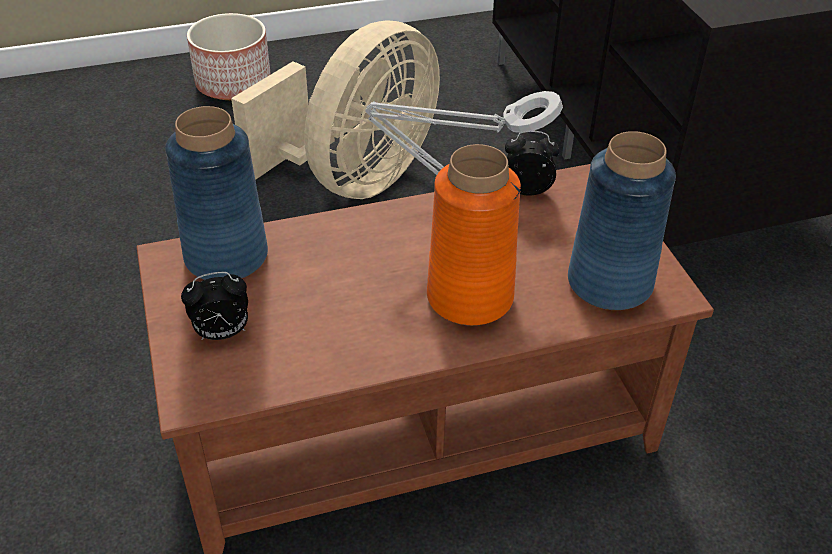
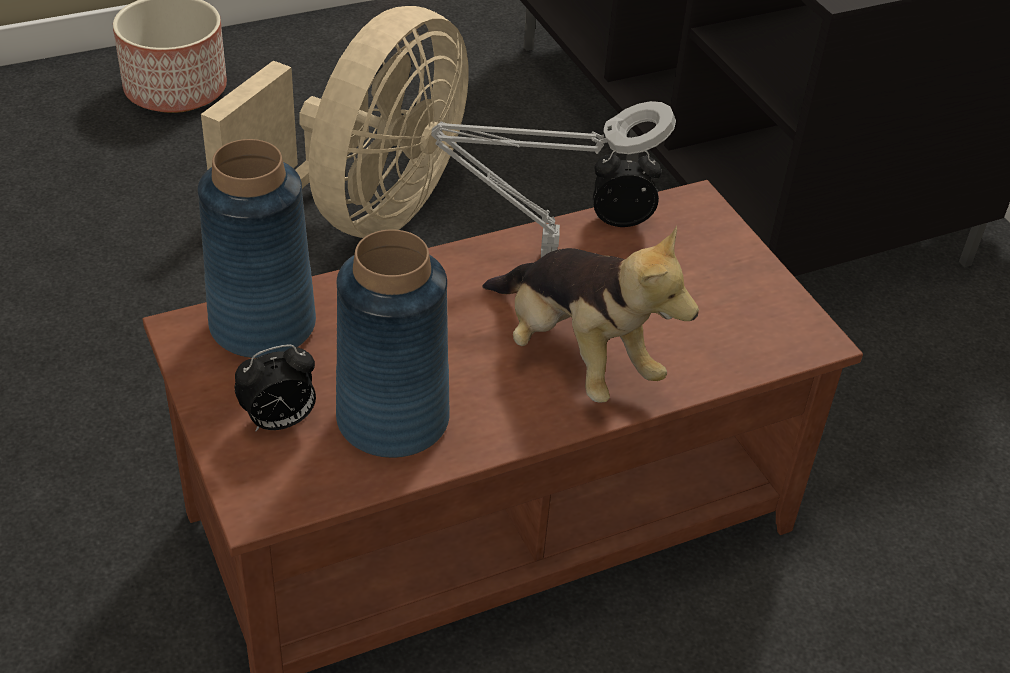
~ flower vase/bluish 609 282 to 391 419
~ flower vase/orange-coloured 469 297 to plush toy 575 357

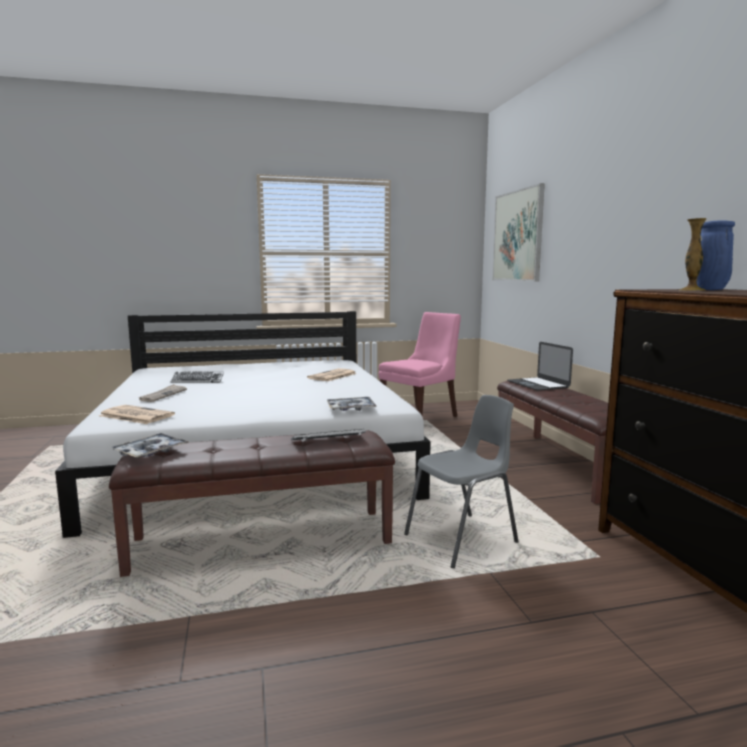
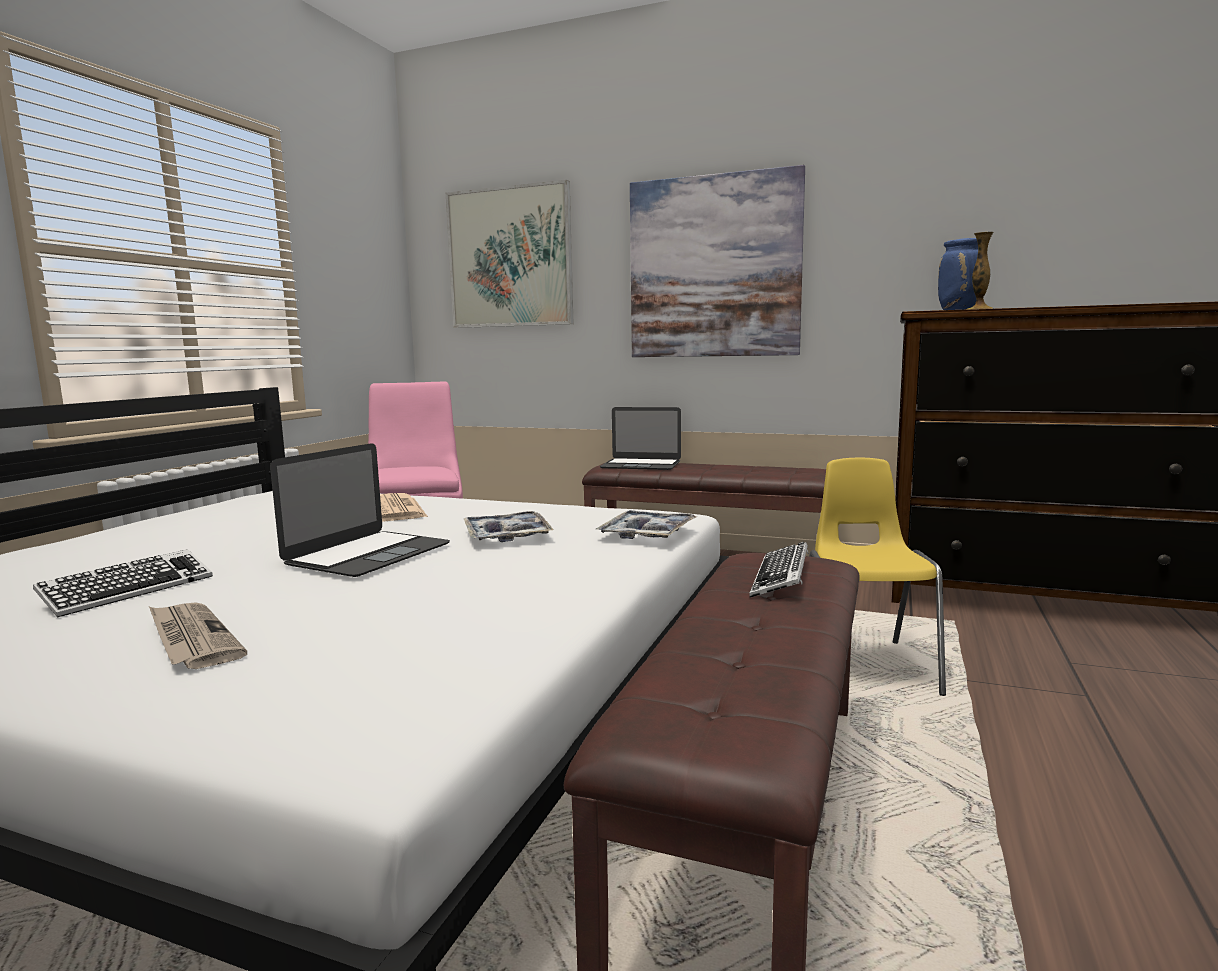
+ notebook computer 368 553
~ tray 150 452 to 507 536
+ wall art 714 267
~ chair/greyish 462 539 to chair/yellowish 866 666
- printed paper 135 415

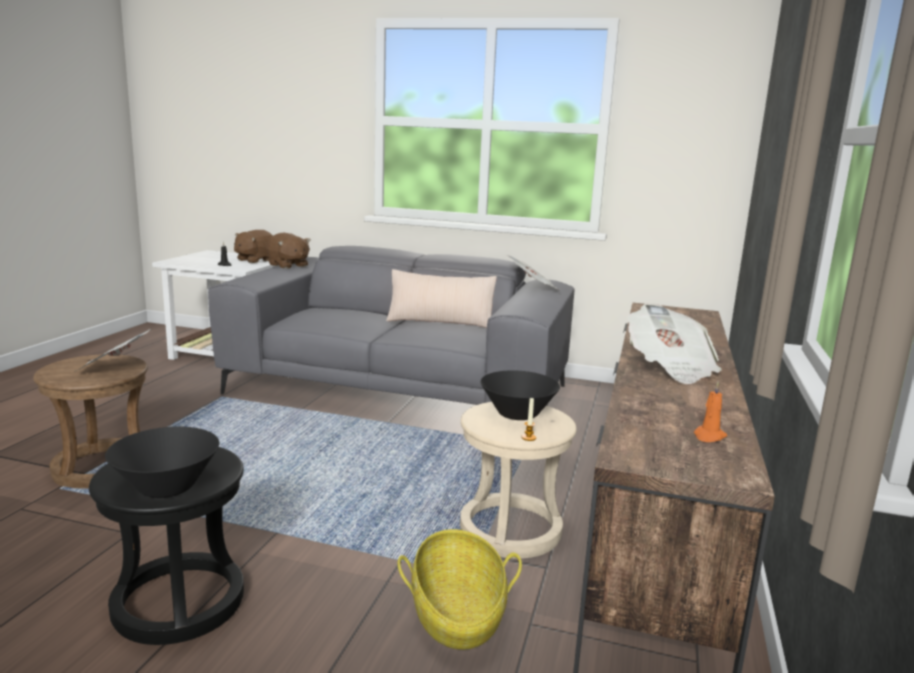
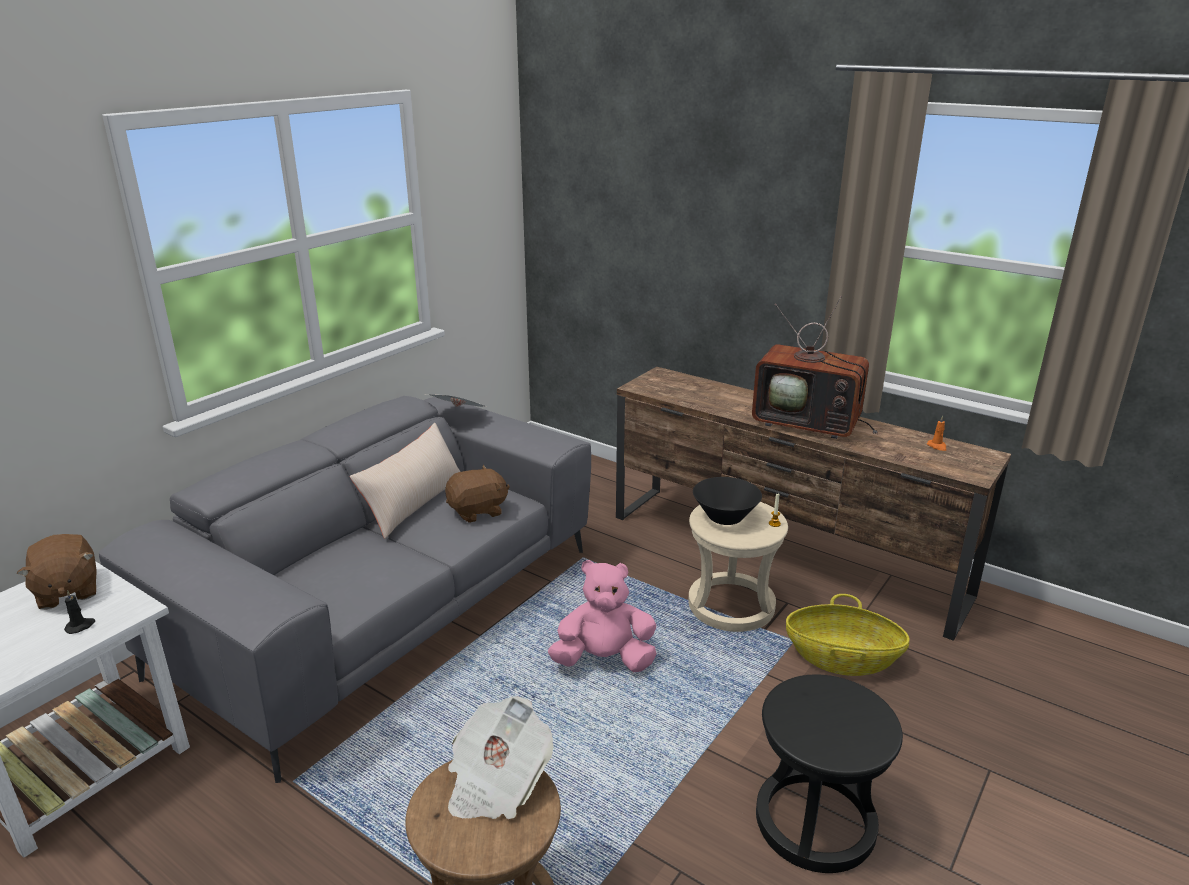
~ plush toy/brownish 288 265 to 478 511
+ plush toy/pink 604 660
~ printed paper 670 368 to television 810 423
- serving bowl/blackish 167 487

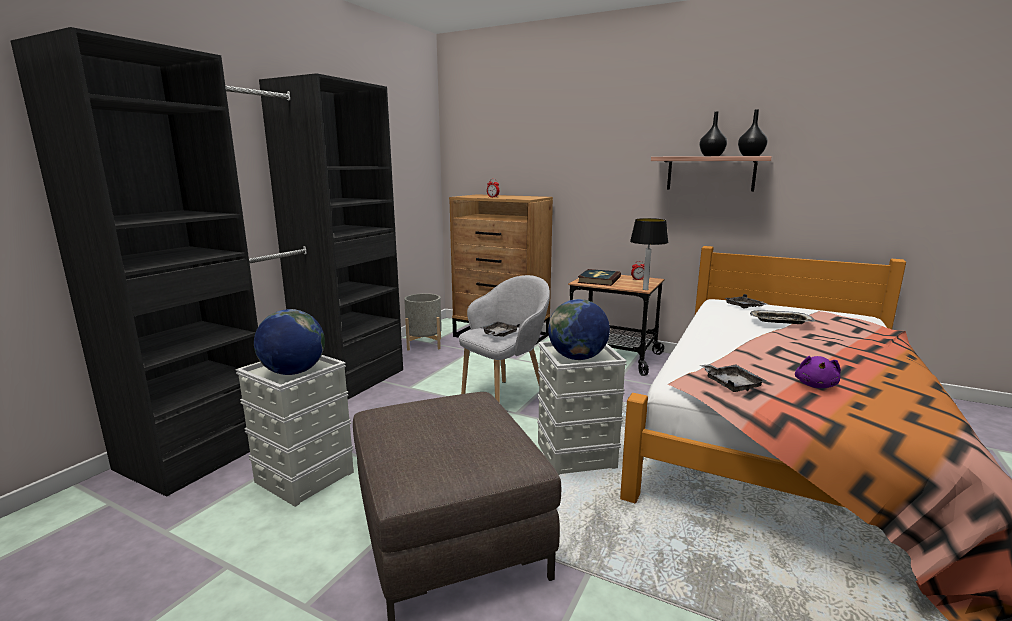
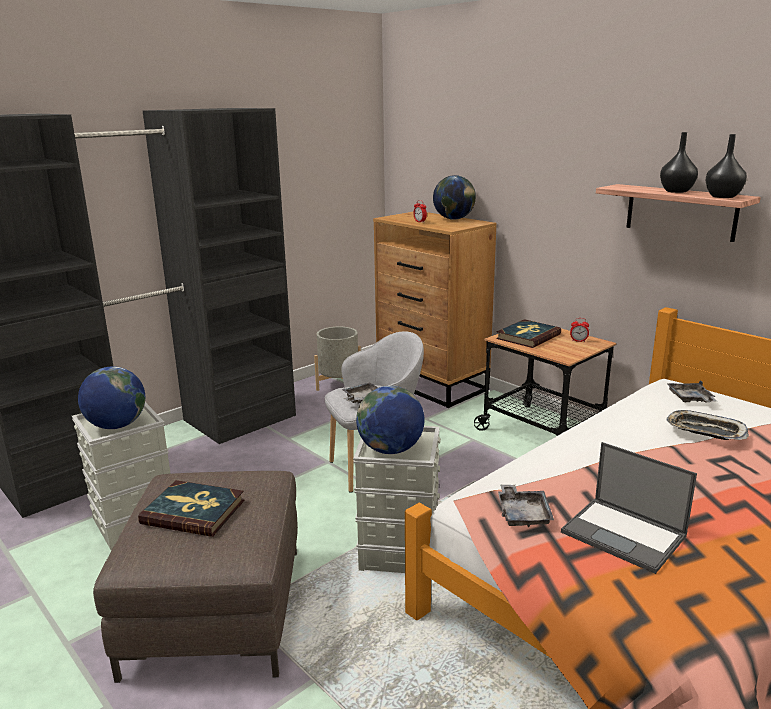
+ bound book 194 512
+ globe 454 219
~ plush toy/purplish 815 385 to notebook computer 625 534
- lamp for a table 645 289

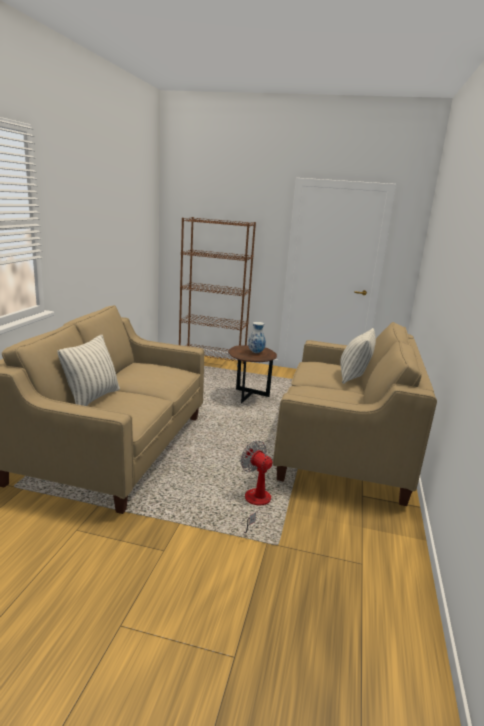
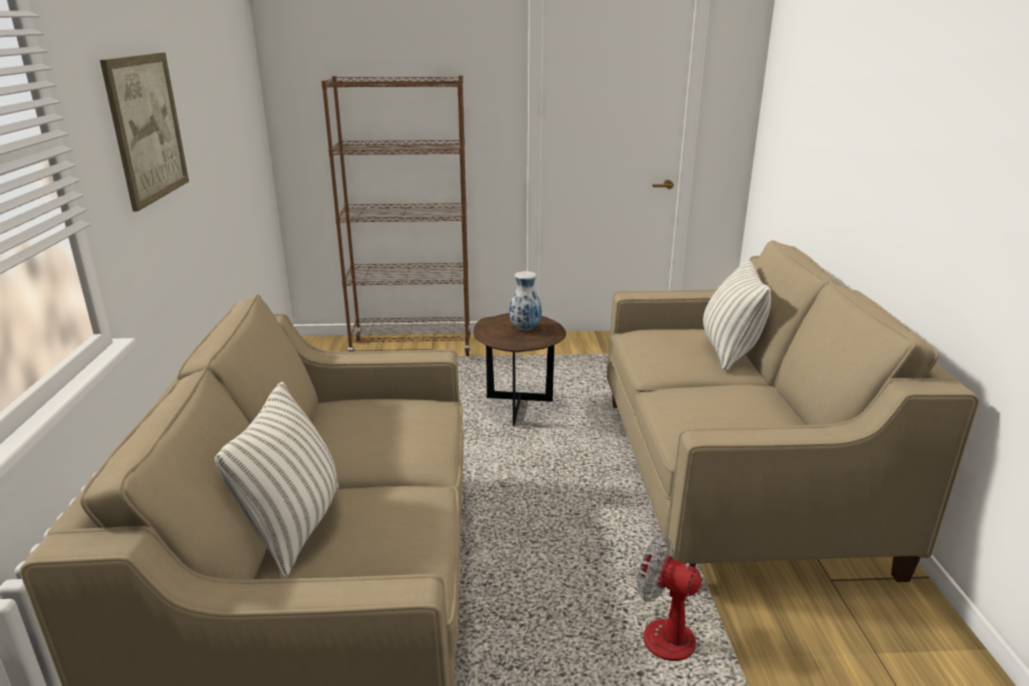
+ wall art 147 128

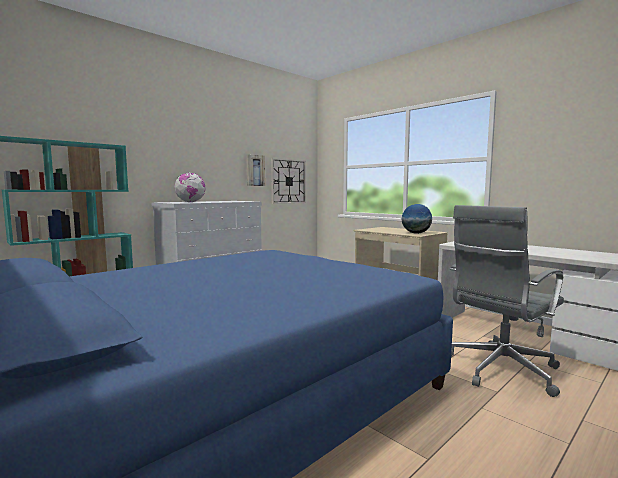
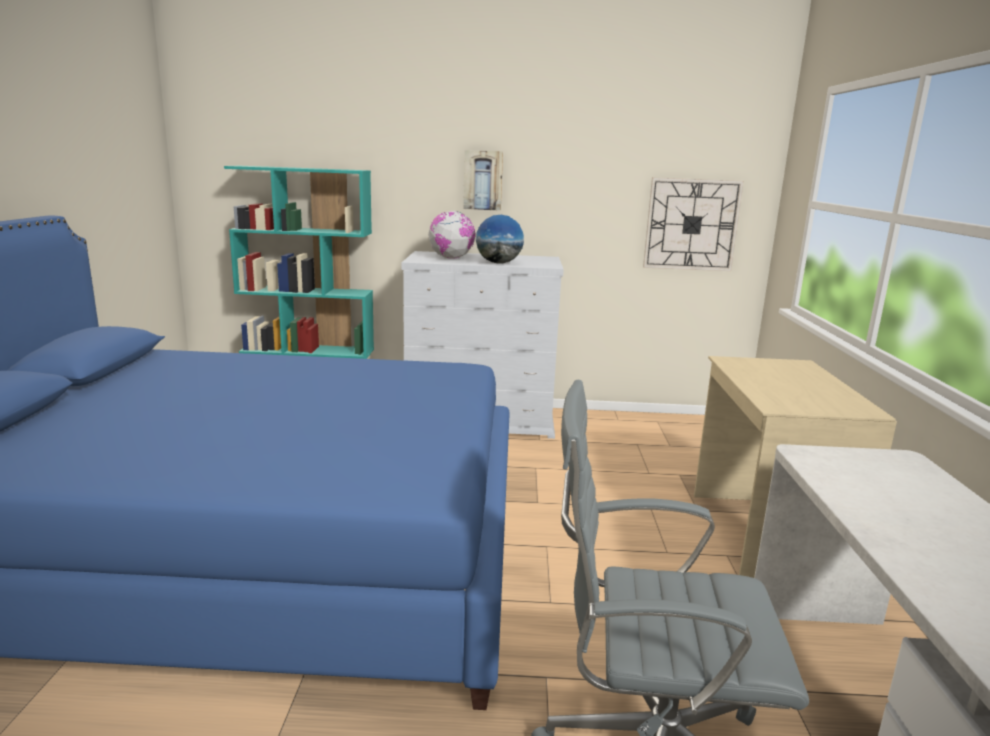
~ wall art 255 170 to 483 180
~ globe 416 233 to 499 263

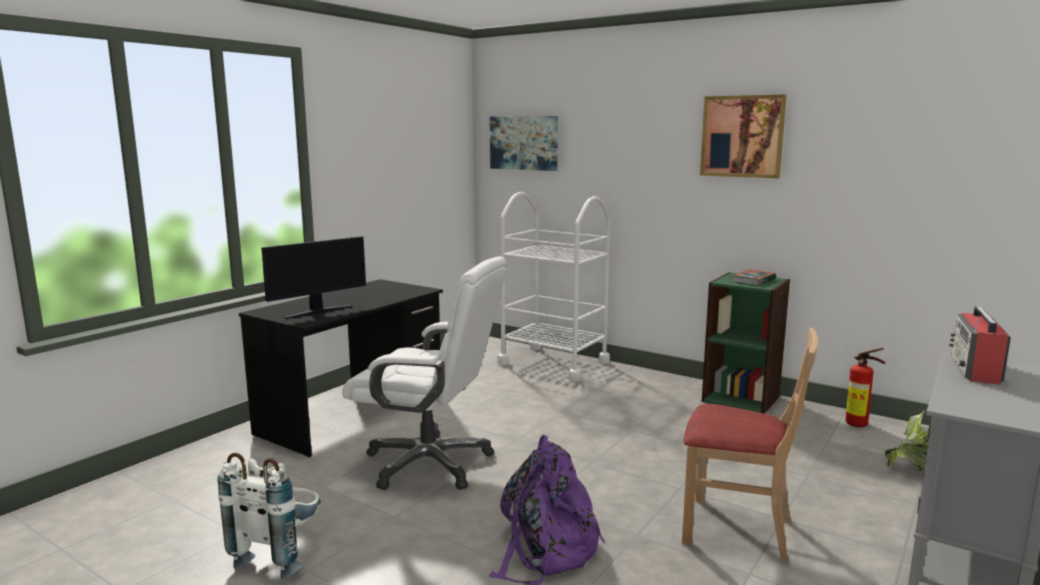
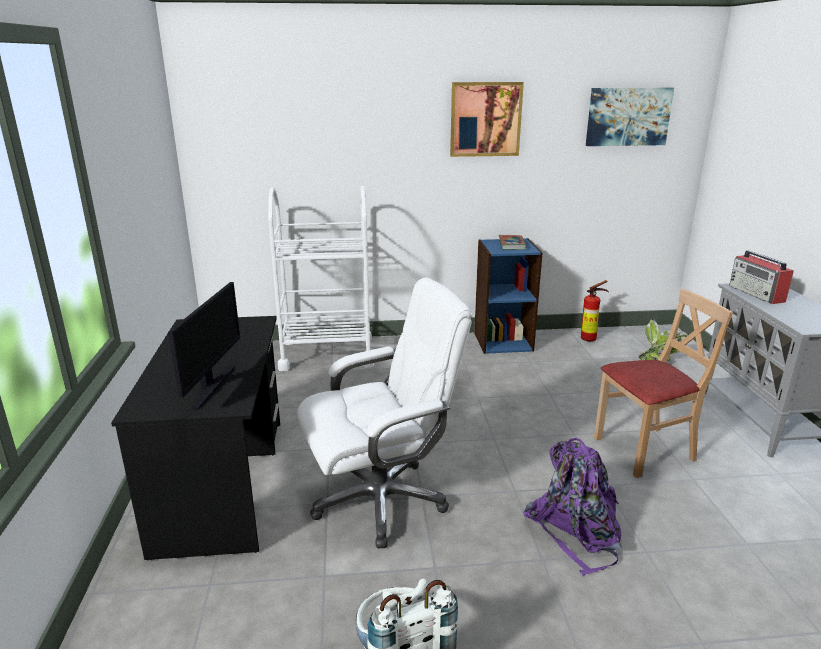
~ shelving unit/green 741 398 to shelving unit/bluish 503 341
~ wall art 524 143 to 628 116

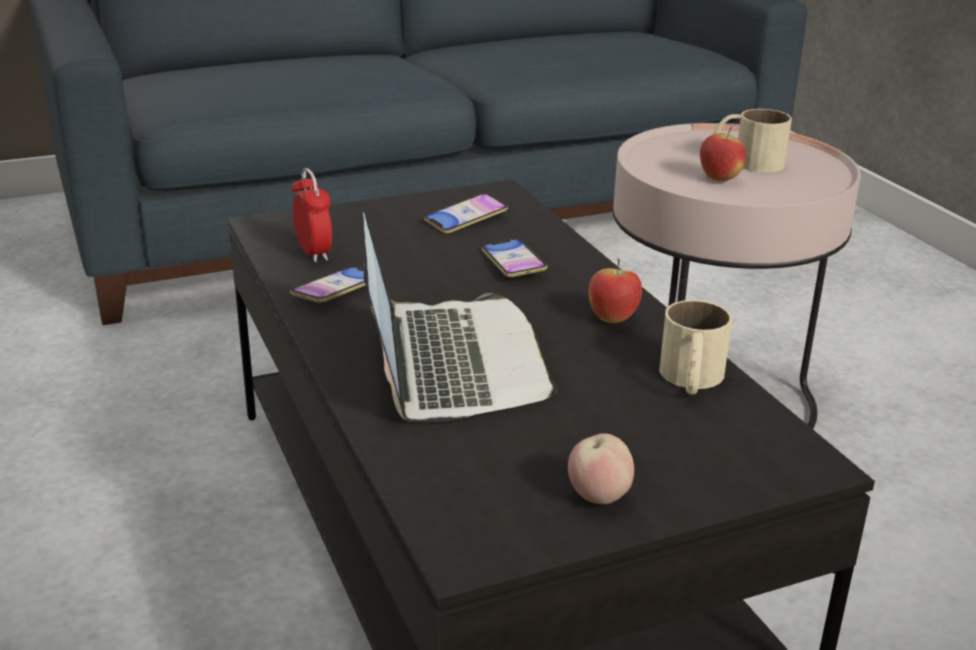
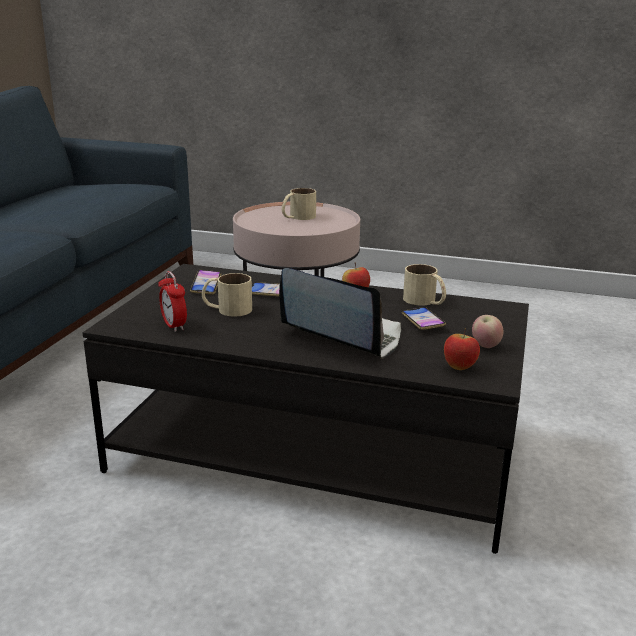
~ table clock 314 253 = 174 326 135 degrees counterclockwise
+ mug/sand-coloured 227 309
~ telephone 337 291 to 422 322
~ whole apple 719 179 to 459 368

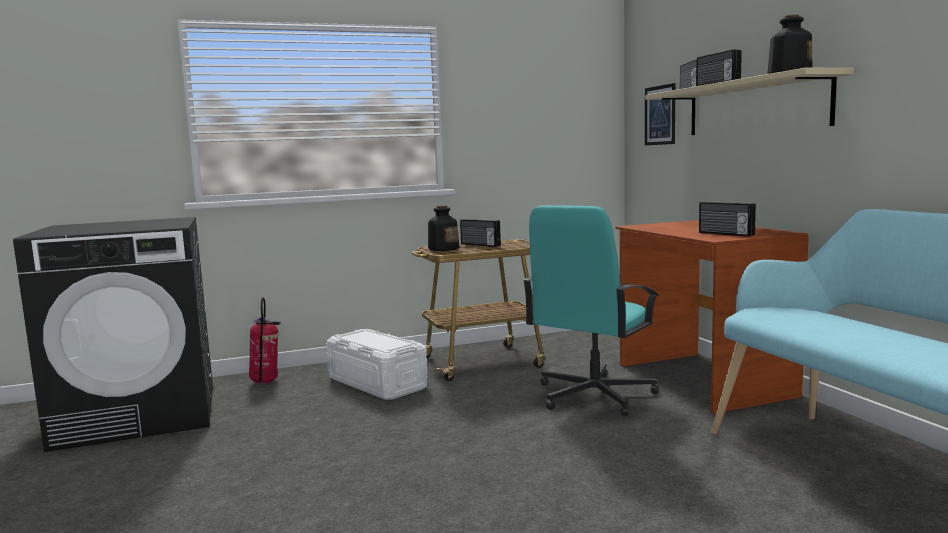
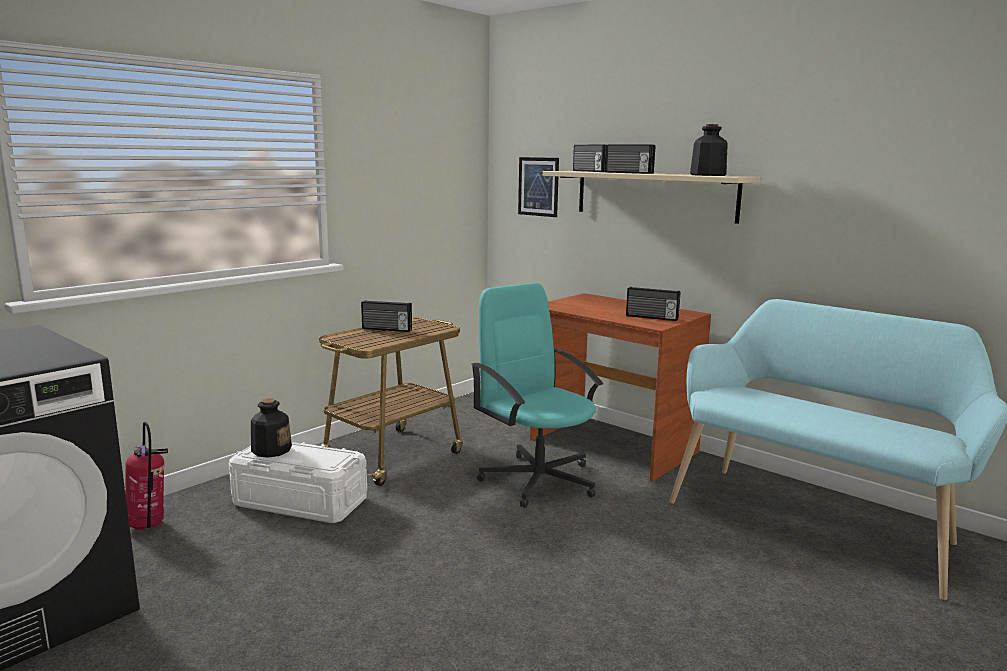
~ bottle 443 248 to 271 450
~ desk chair/blue-green 593 395 = 538 479 135 degrees clockwise

